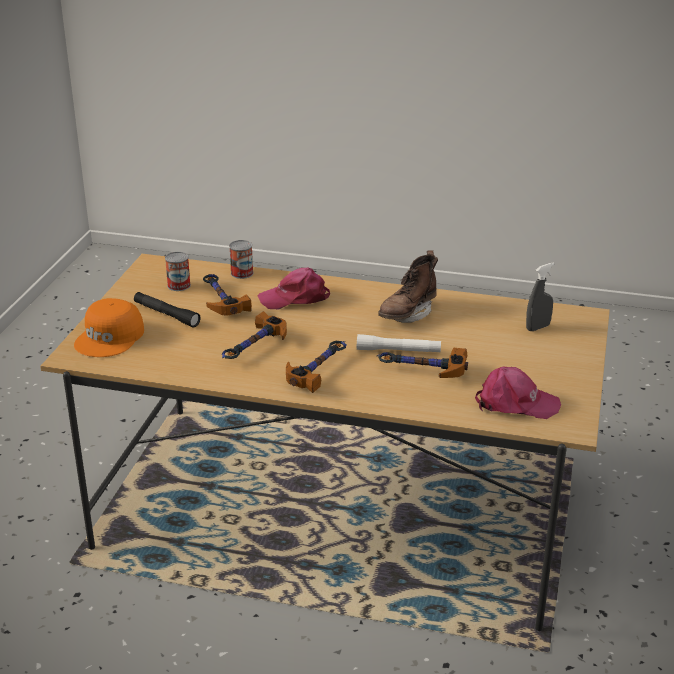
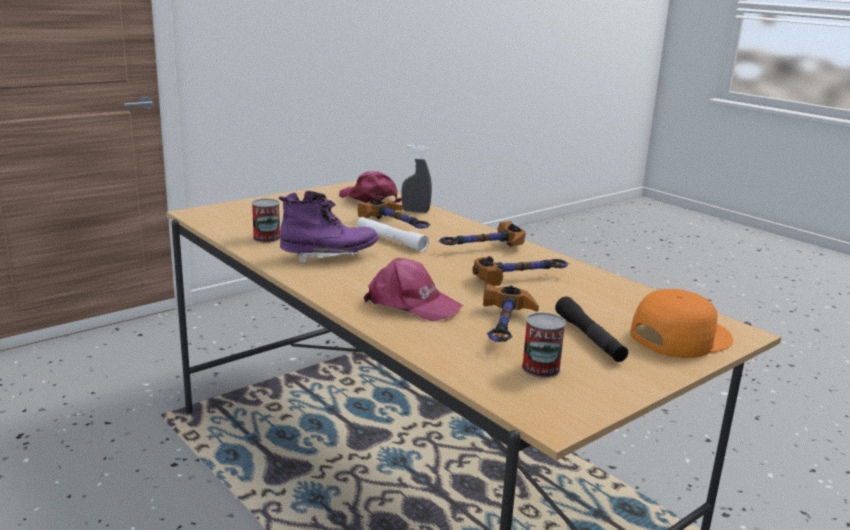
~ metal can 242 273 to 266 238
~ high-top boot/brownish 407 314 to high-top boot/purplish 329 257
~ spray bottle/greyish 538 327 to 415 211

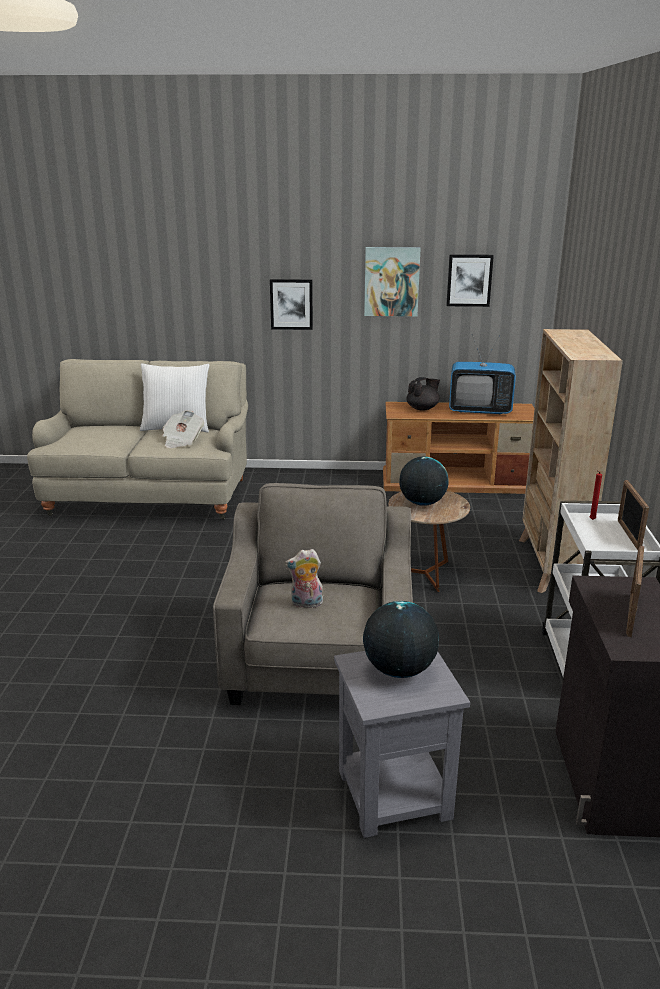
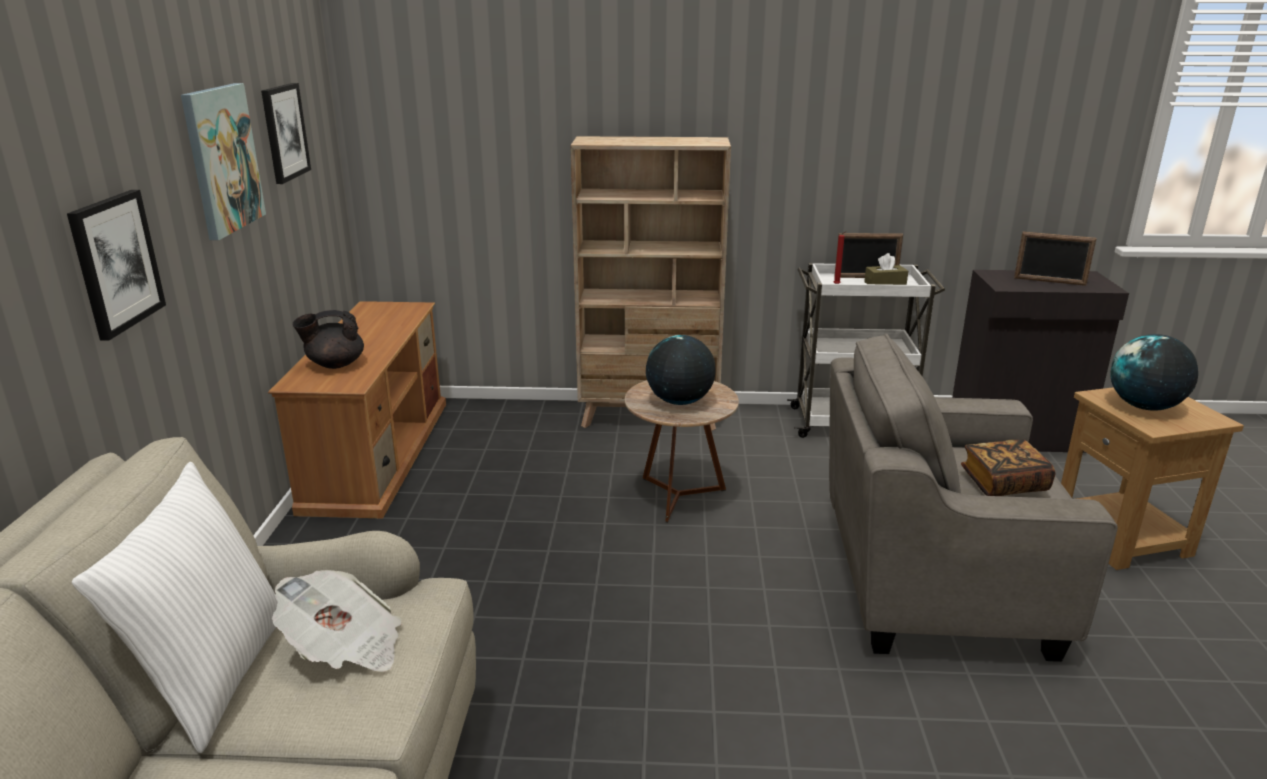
~ teapot/blackish 423 408 = 335 364 75 degrees counterclockwise
+ tissue holder/brownish 885 284
~ plush toy 306 604 to bound book 1003 483
~ end table/greyish 392 795 to end table/brownish 1122 538
- television 480 410

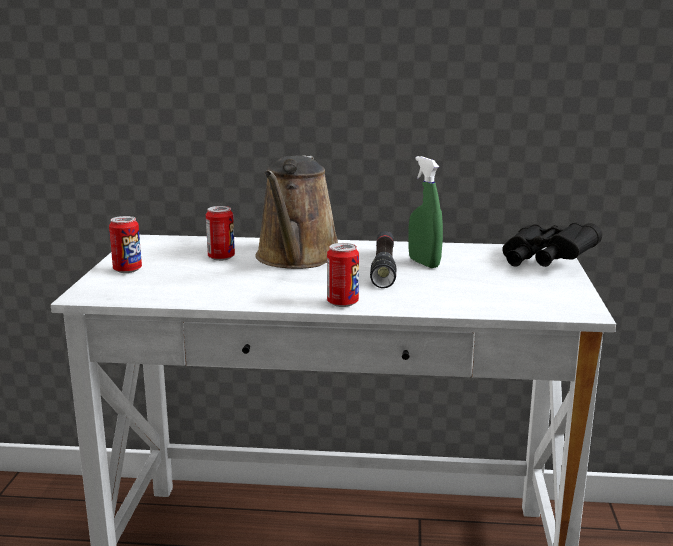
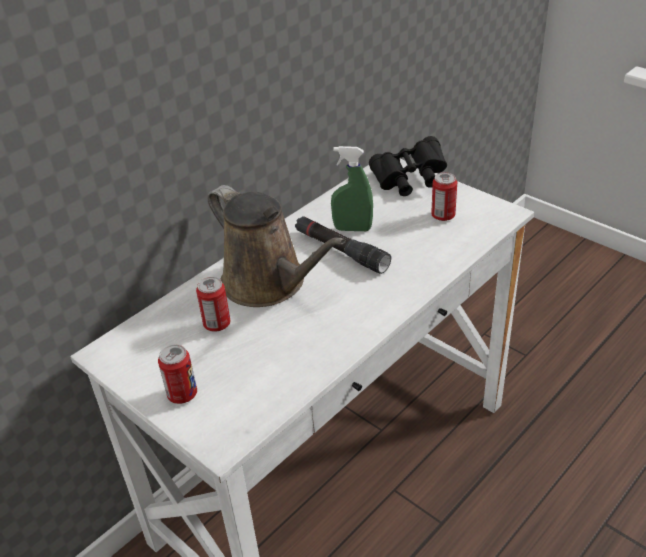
~ metal can 342 303 to 443 216

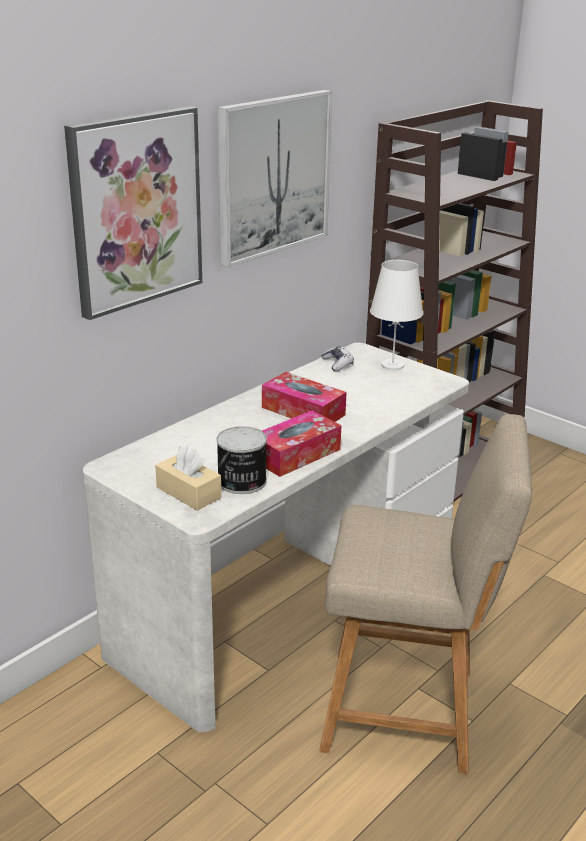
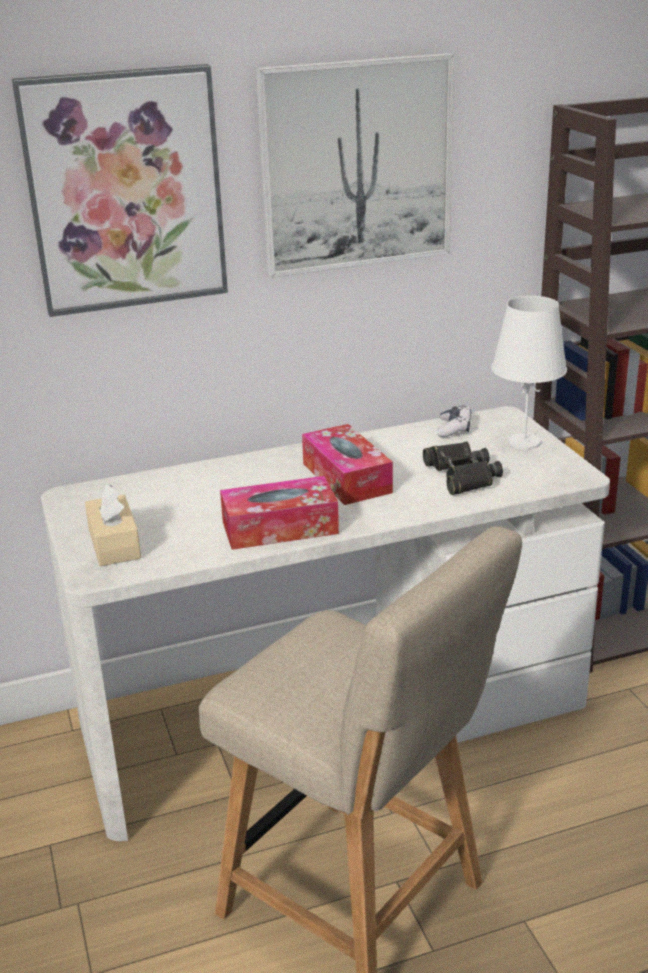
+ binoculars/blackish 461 475
- metal can 241 482

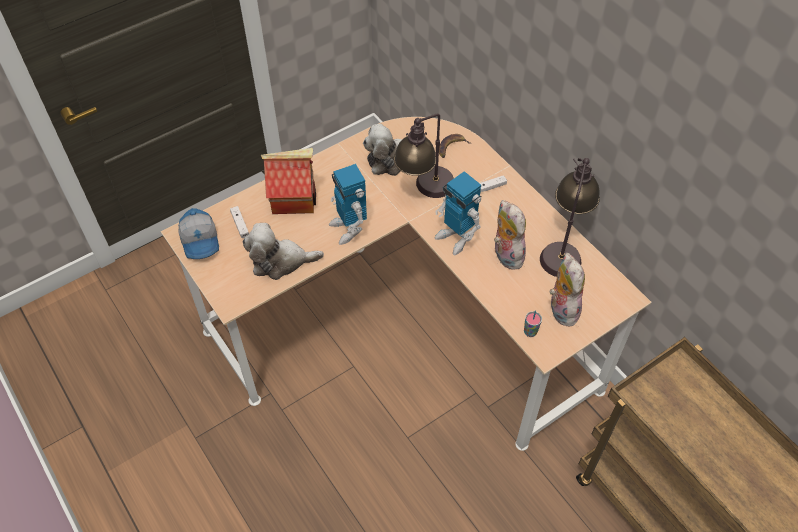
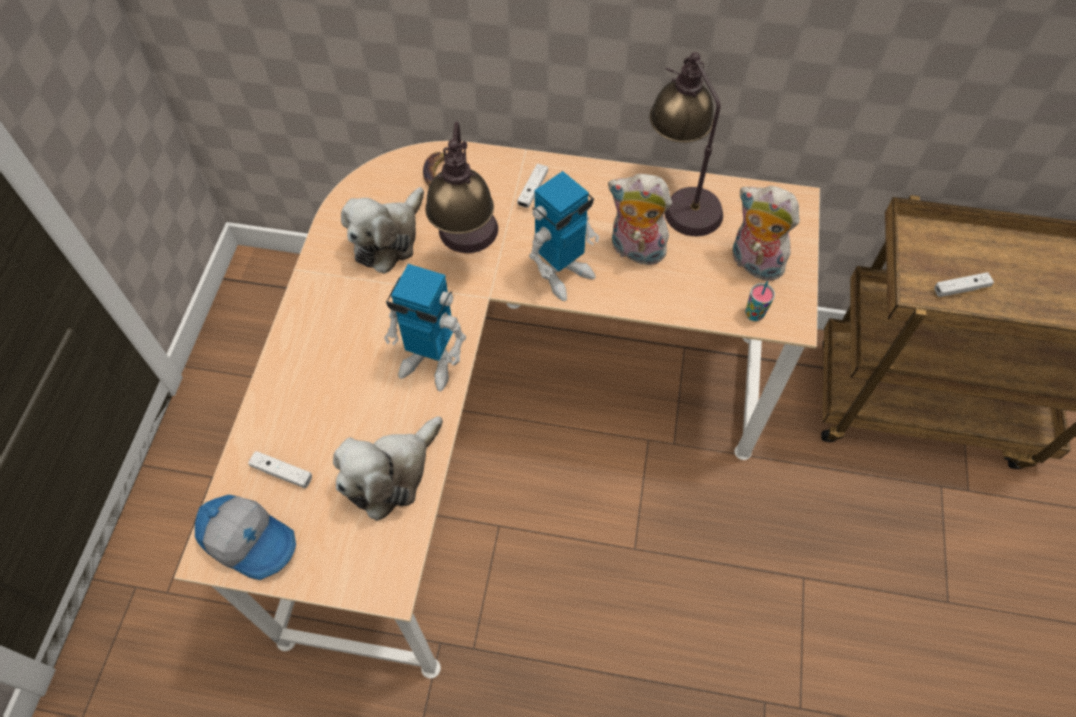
~ toy robot 456 237 = 563 274 45 degrees counterclockwise
+ game controller/whitish 960 288
- toy house 294 199

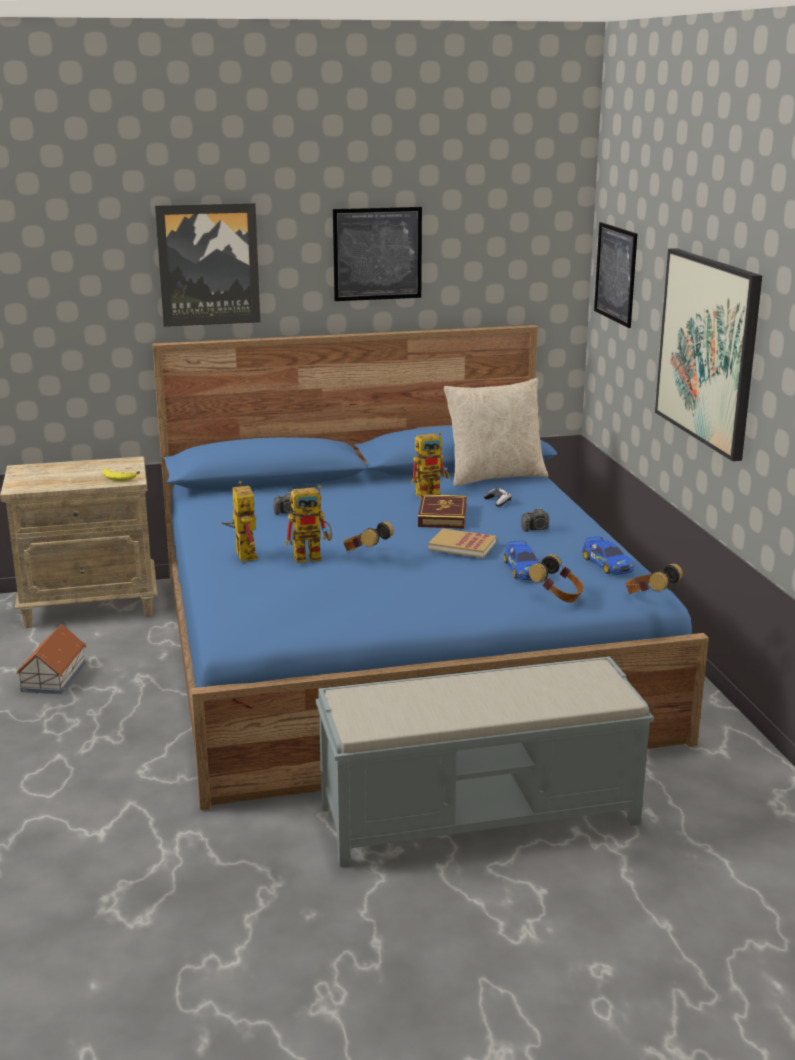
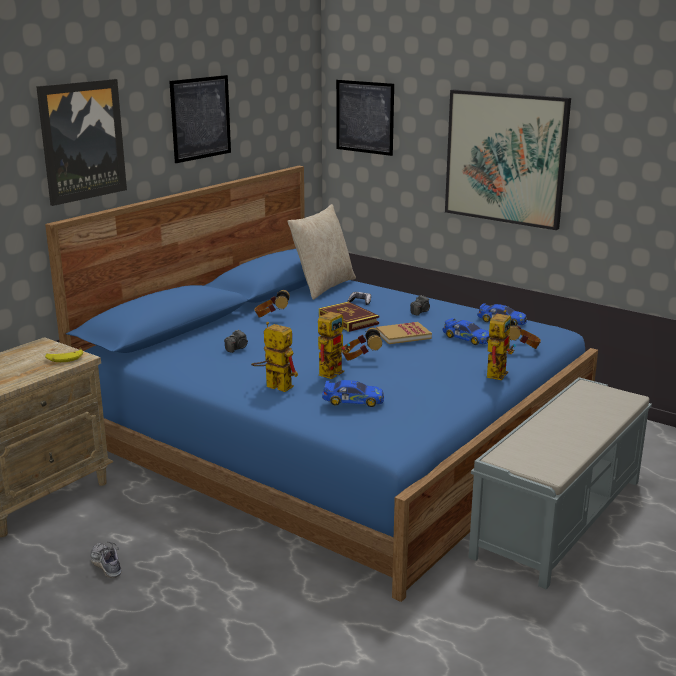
~ toy house 53 677 to low shoe 106 565
~ headphones 649 597 to 271 316
+ toy car 353 400
~ toy robot 432 493 to 496 372

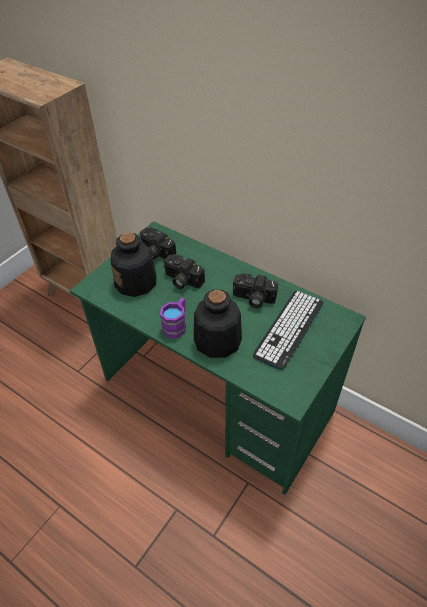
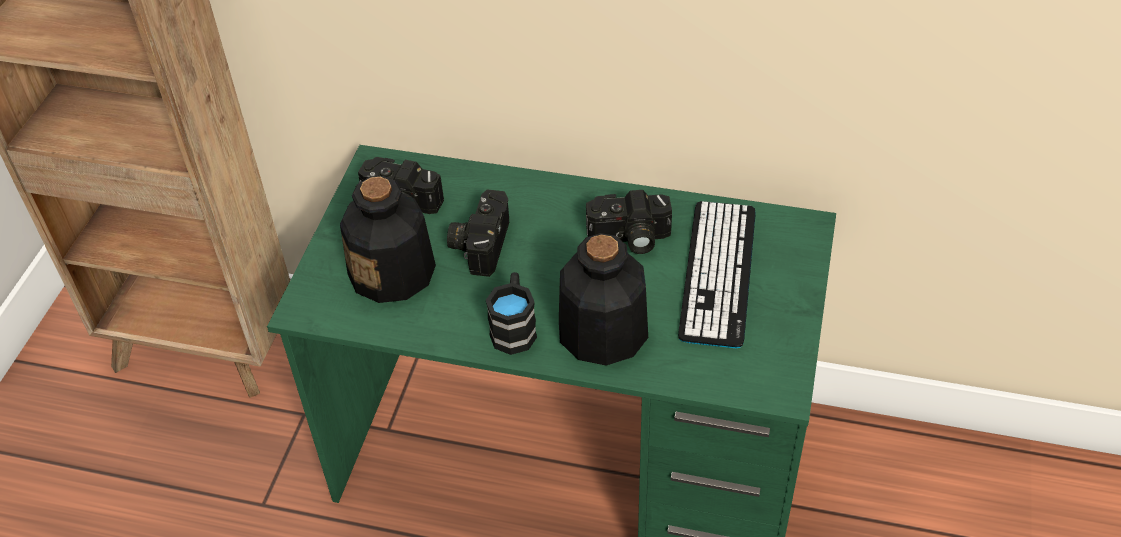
~ photo camera 181 280 = 479 243 90 degrees clockwise
~ mug/purplish 176 325 to mug/blackish 514 327

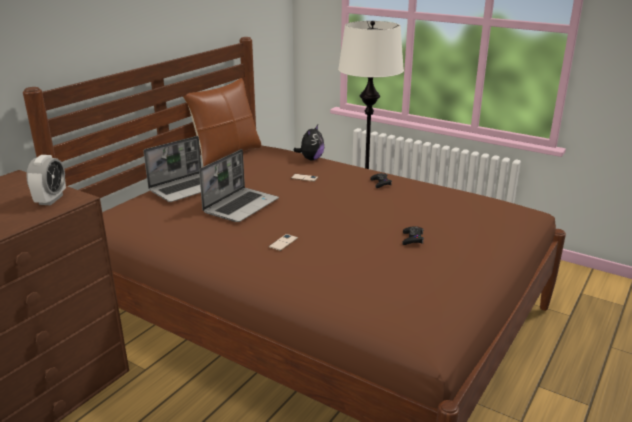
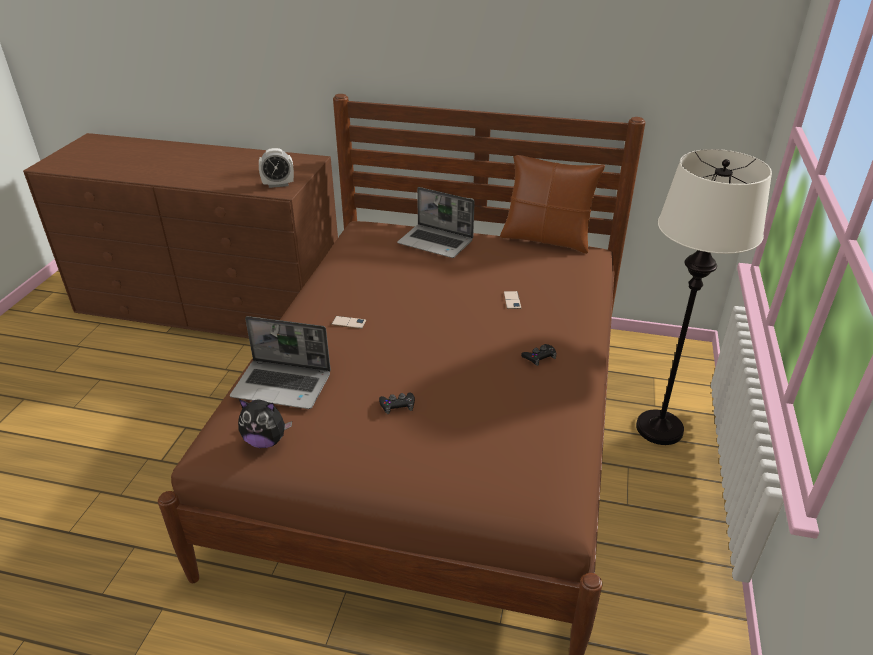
~ notebook computer 241 206 to 283 385
~ plush toy 311 159 to 266 441

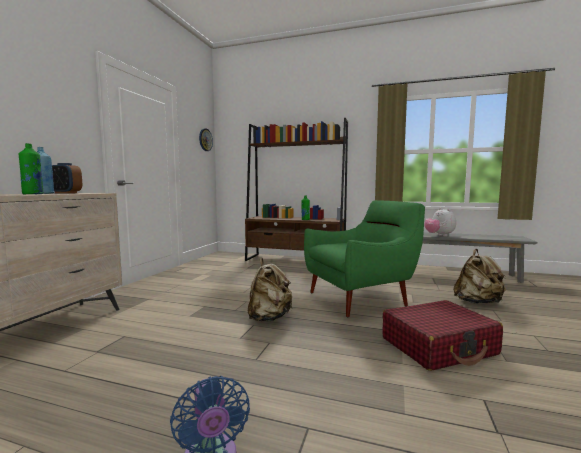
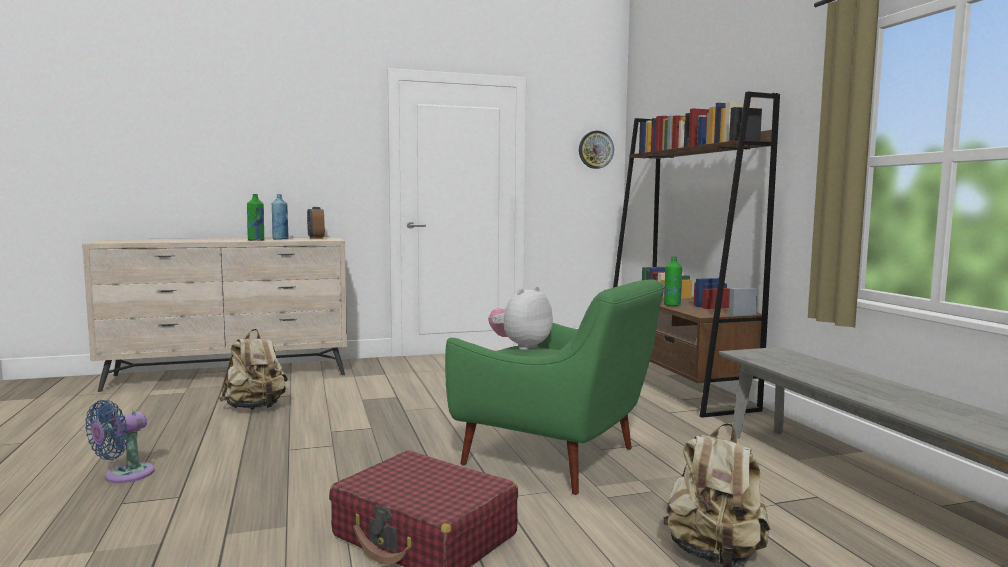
~ knapsack/sand-coloured 269 318 to 256 408
~ plush toy 439 235 to 521 346

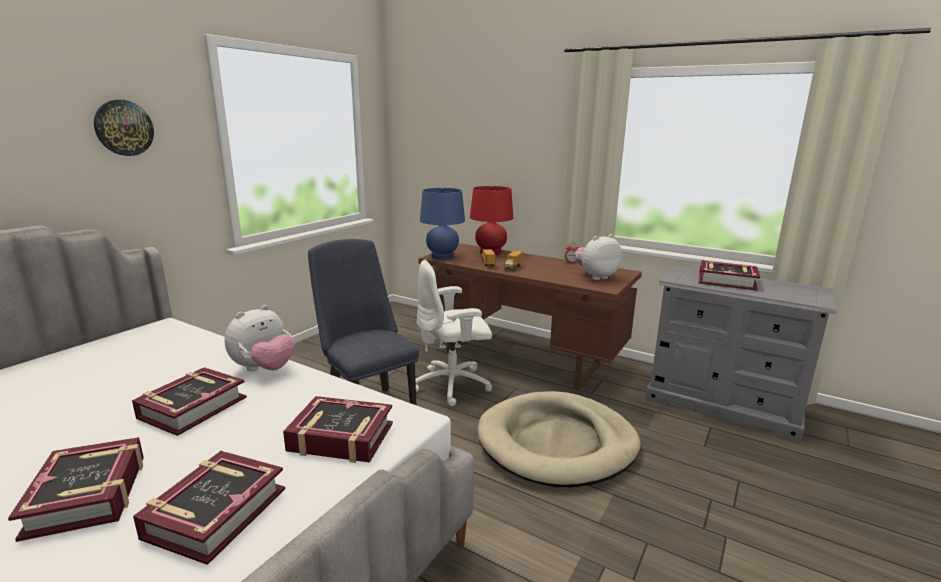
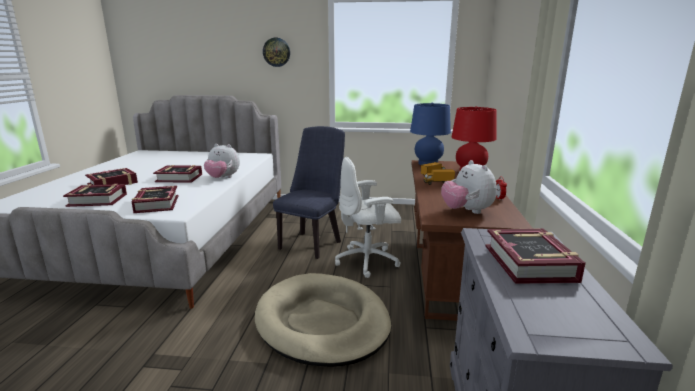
~ desk chair/whitish 453 385 = 368 261 60 degrees counterclockwise
~ plush toy 595 277 = 466 211 150 degrees counterclockwise

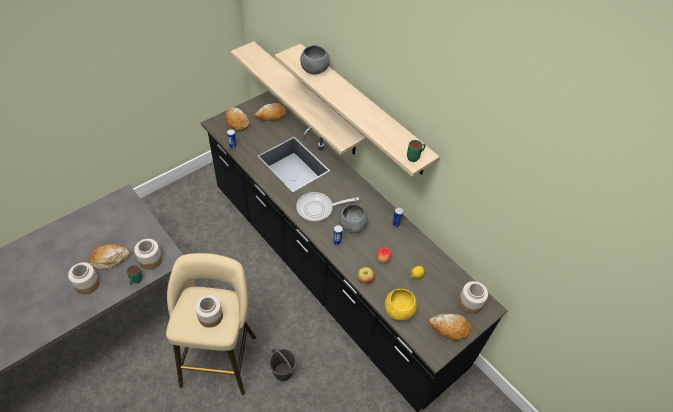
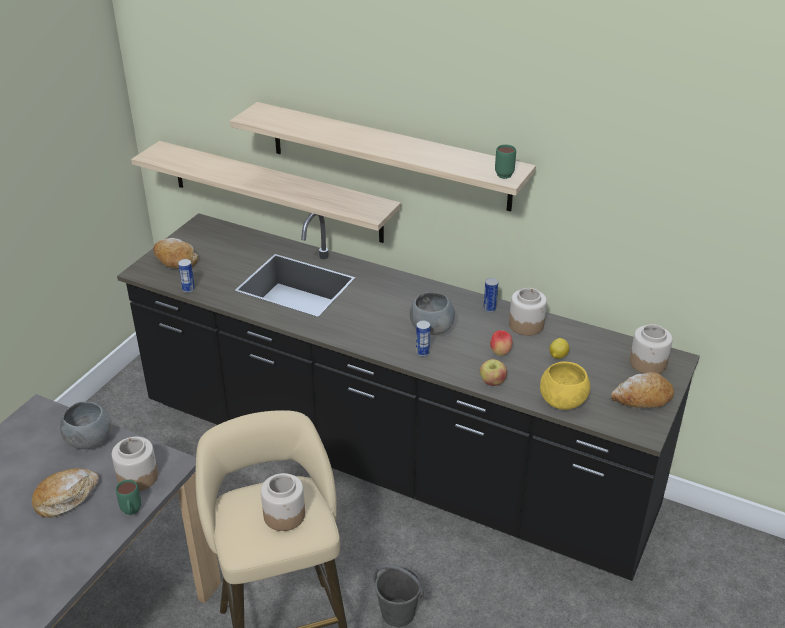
~ serving bowl/greyish 314 70 to 88 440
~ jar 88 283 to 526 325
- bakery bread 271 116
- skillet 318 209

